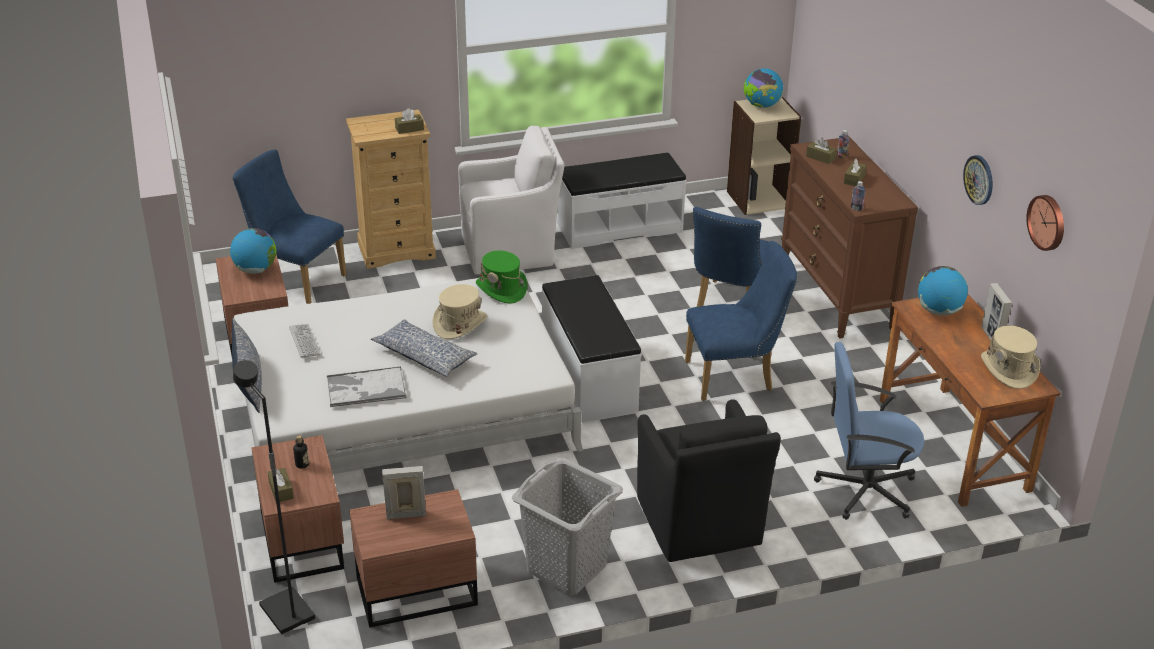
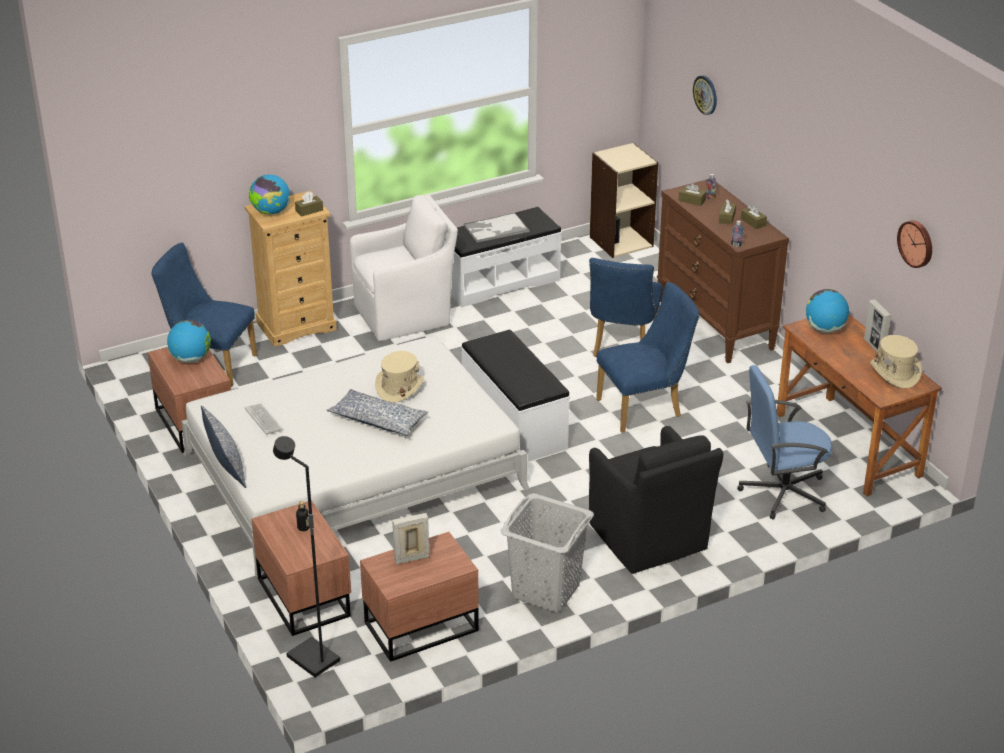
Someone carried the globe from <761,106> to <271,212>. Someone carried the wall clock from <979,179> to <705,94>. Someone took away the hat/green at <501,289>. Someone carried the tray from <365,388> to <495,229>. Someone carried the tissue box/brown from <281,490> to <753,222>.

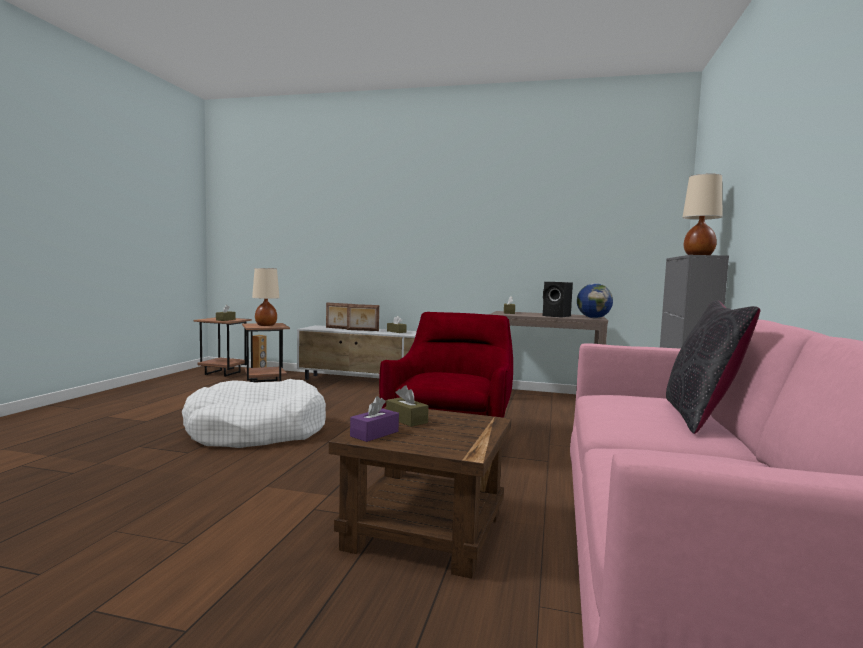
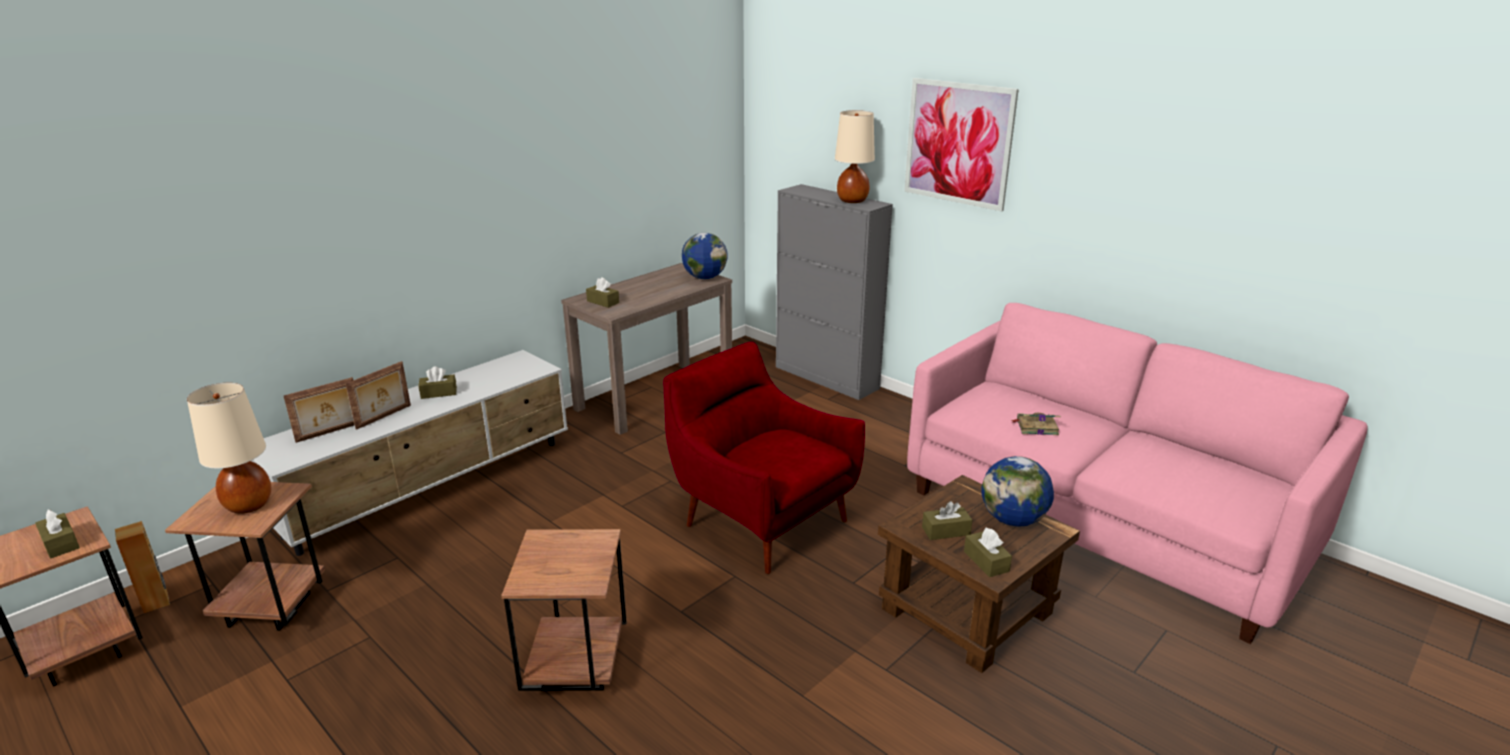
Someone took away the speaker/black at <557,316>. Someone took away the pillow/black at <701,417>. Someone swapped the dog bed/white at <256,431> for the side table/brown at <575,670>. Someone repainted the tissue box/purple at <374,434>, which became the tissue box/brown at <986,561>. Someone put up the picture at <958,143>. Someone put down the book at <1036,427>. Someone put down the globe at <1013,520>.

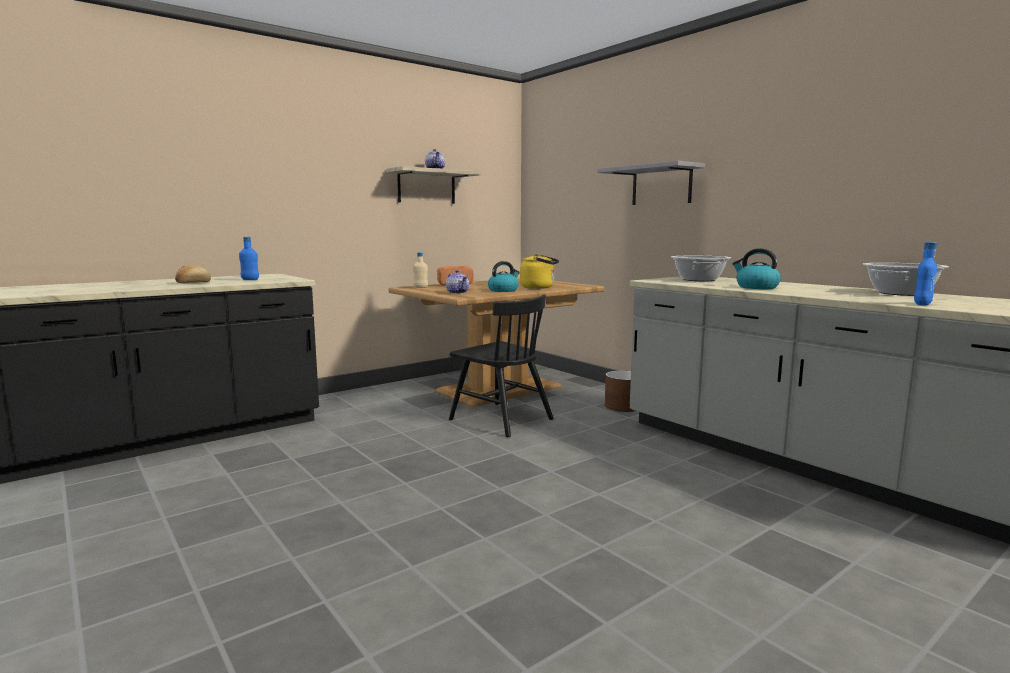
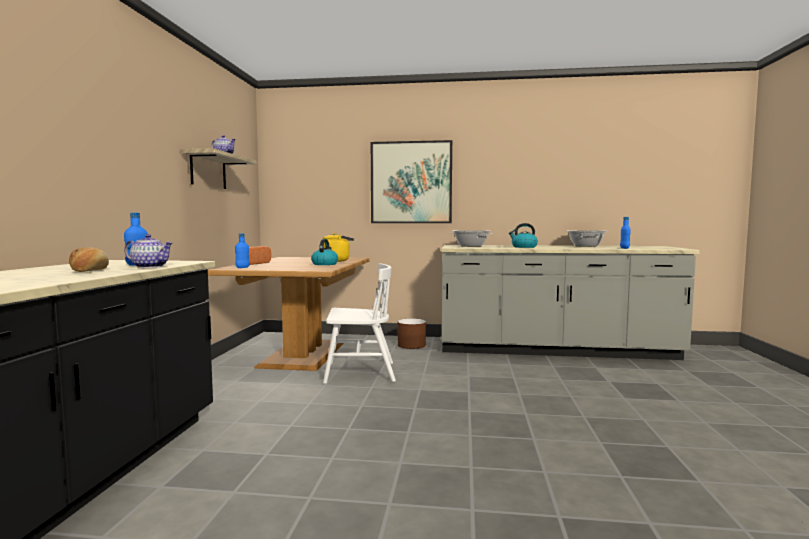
Someone swapped the shelf/grey at <661,185> for the picture at <411,182>. Someone repainted the bottle/beige at <420,287>, which became the bottle/blue at <242,267>. Someone carried the teapot from <457,292> to <149,267>. Someone repainted the chair/black at <500,419>, which became the chair/white at <359,372>.

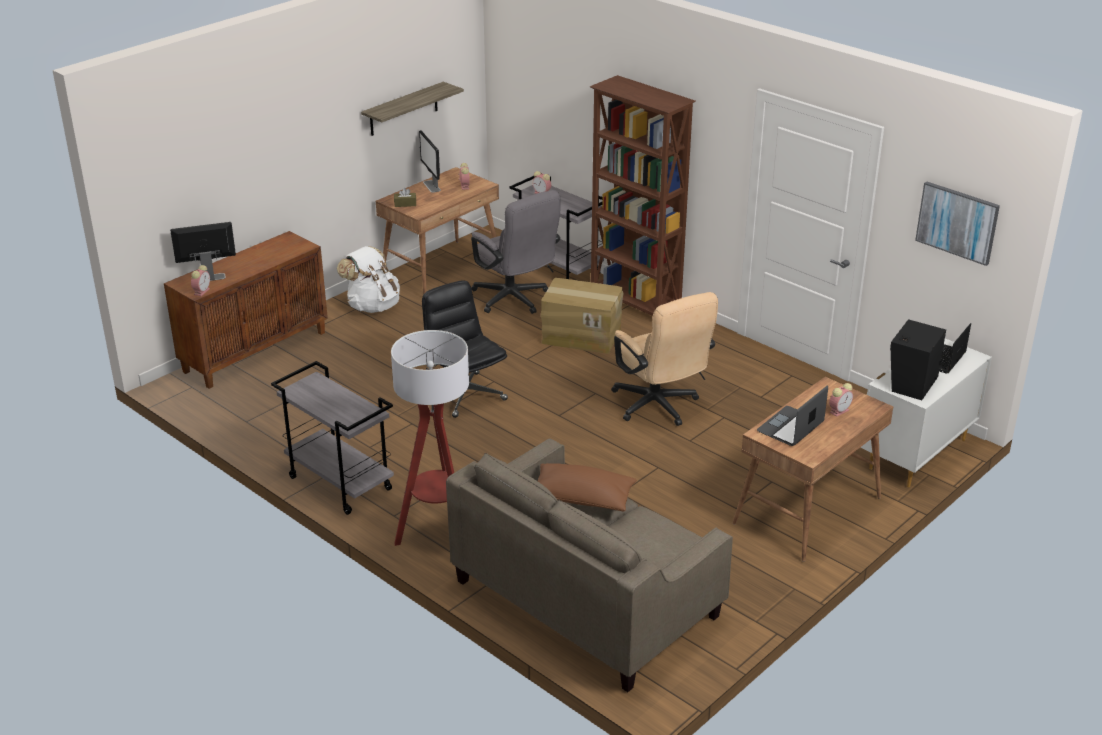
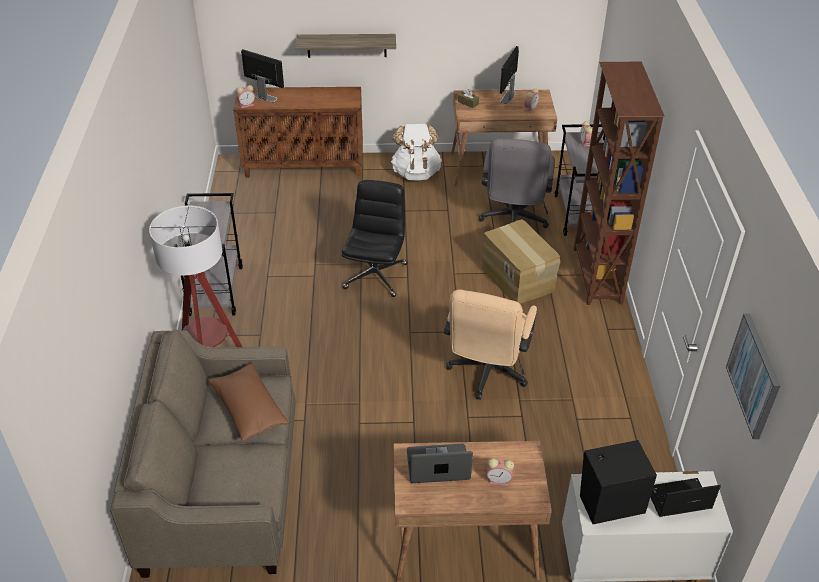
Someone carried the shelf from <403,109> to <346,45>.

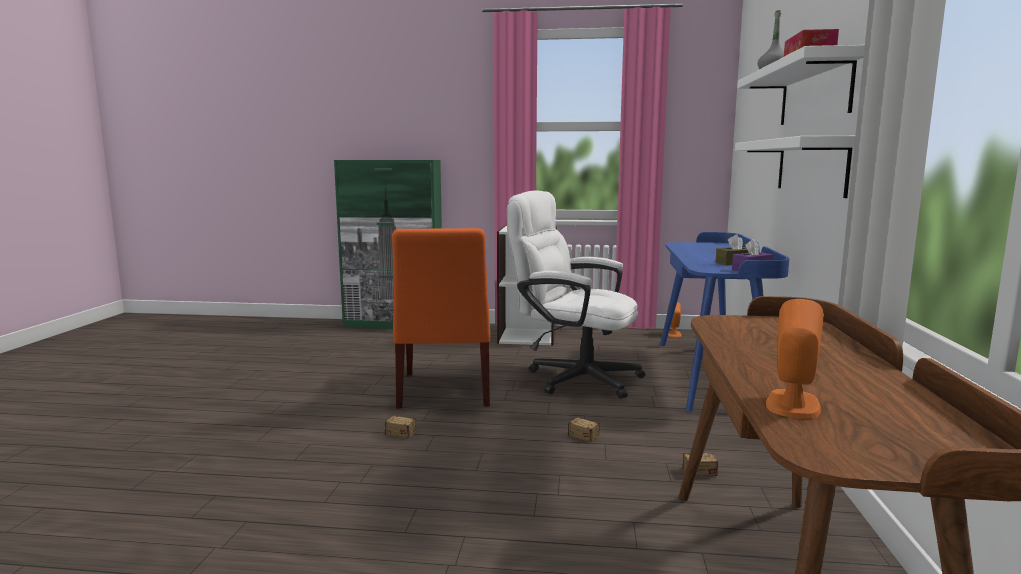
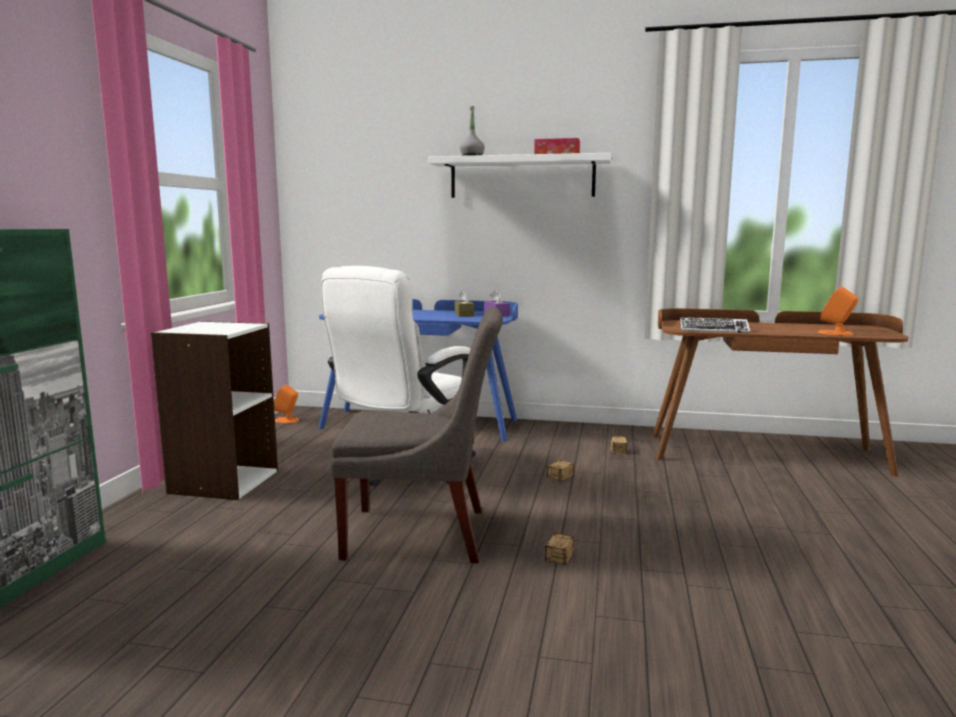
Someone took away the shelf/white at <810,166>. Someone repainted the chair/orange at <443,391>, which became the chair/grey at <424,534>. Someone put down the keyboard at <713,330>.

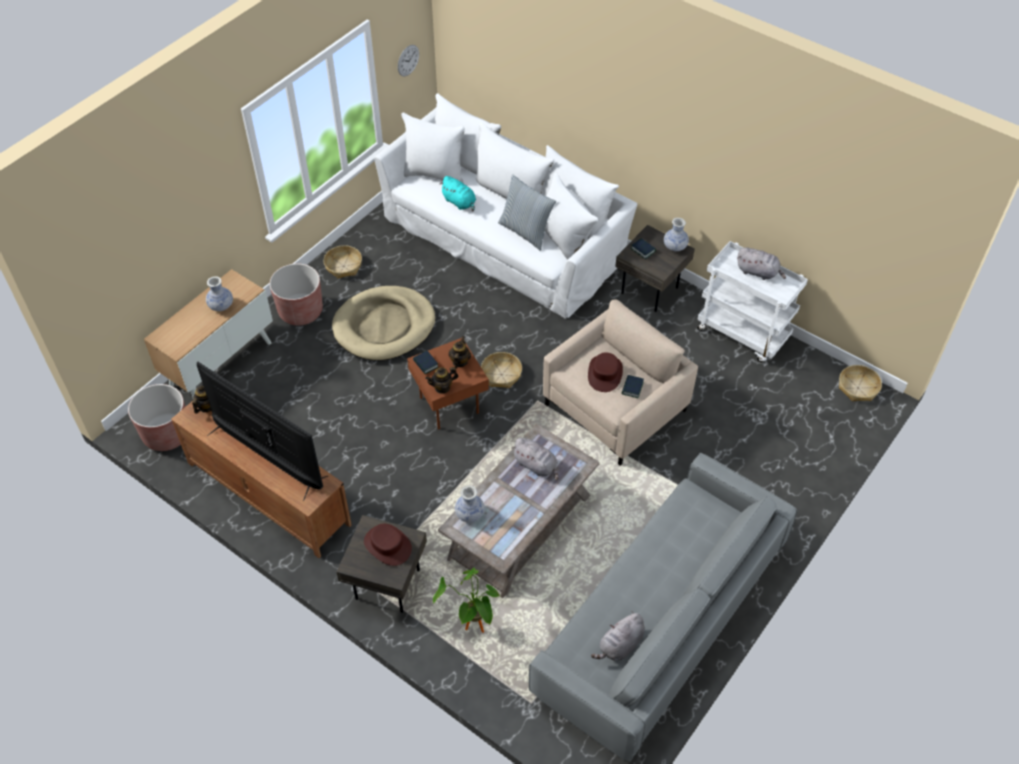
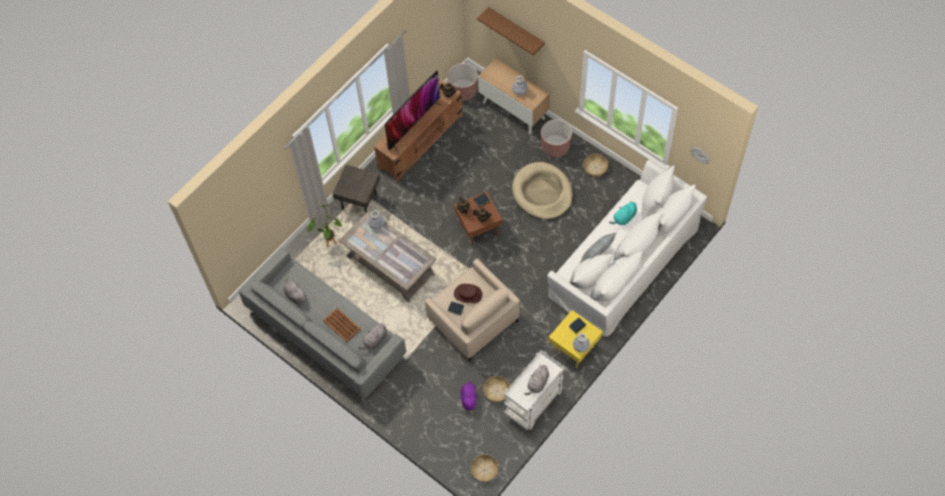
Someone repainted the side table/grey at <651,290>, which became the side table/yellow at <574,350>. Someone carried the basket from <501,375> to <496,391>. Someone carried the plush toy/grey from <536,466> to <375,341>. Someone took away the hat/brown at <387,545>. Someone put up the shelf/brown at <516,29>. Someone put down the tray/brown at <342,325>. Someone put down the plush toy/purple at <468,398>.

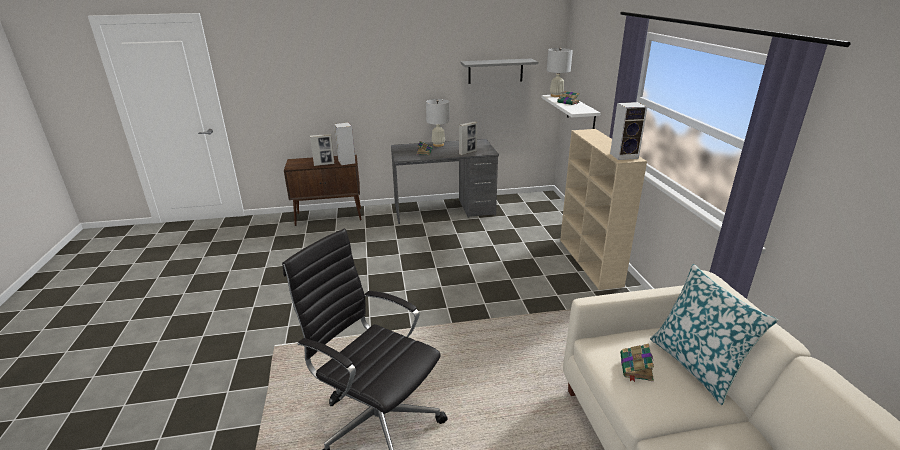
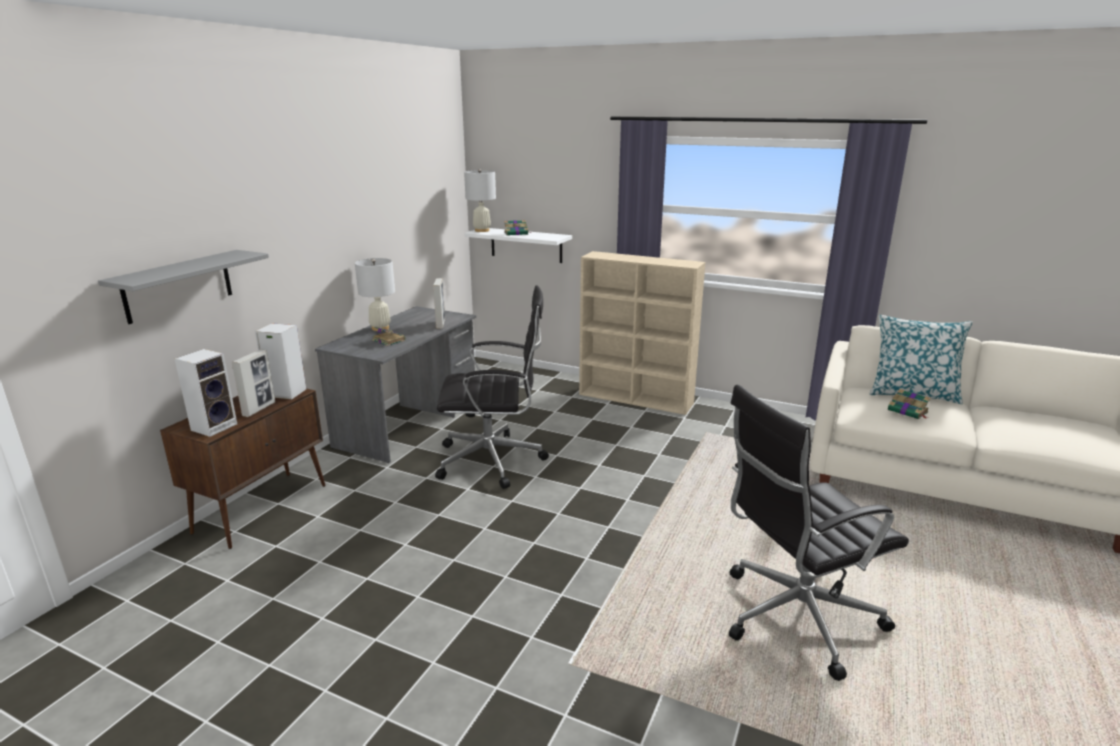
Someone carried the shelf/grey from <495,71> to <178,286>. Someone carried the speaker from <624,156> to <215,426>. Someone put down the office chair/black at <494,460>.

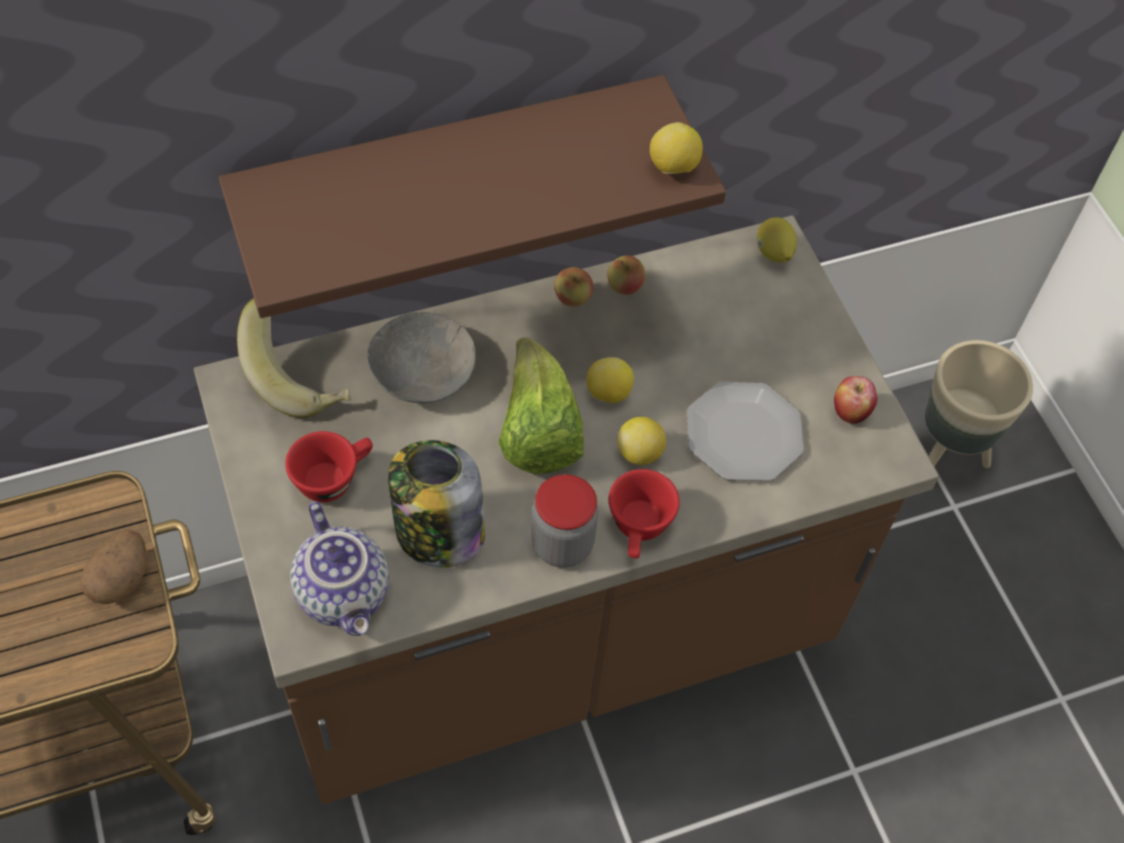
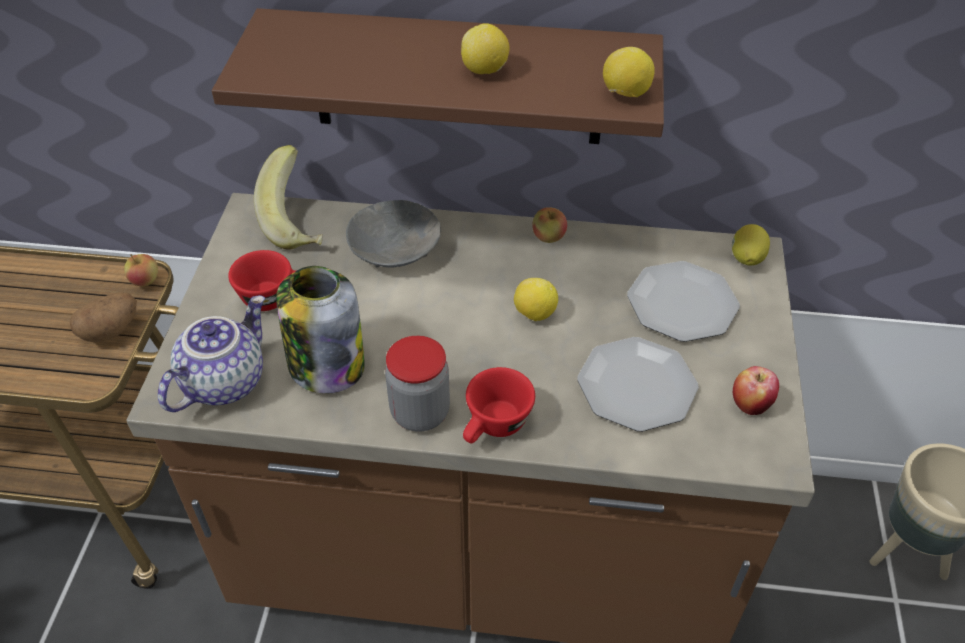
Someone carried the apple from <624,287> to <145,281>. Someone took away the lettuce at <537,433>. Someone carried the lemon from <640,453> to <485,71>. Someone rotated the teapot at <346,593> by 150 degrees counterclockwise. Someone put down the plate at <683,304>.

